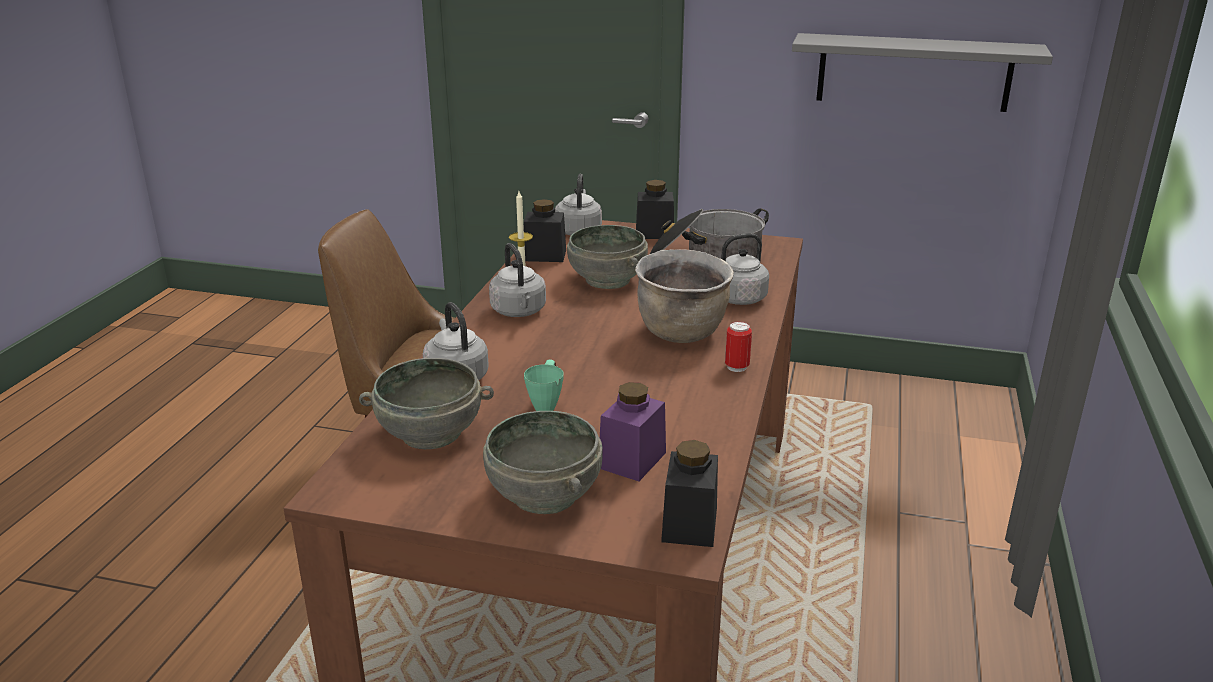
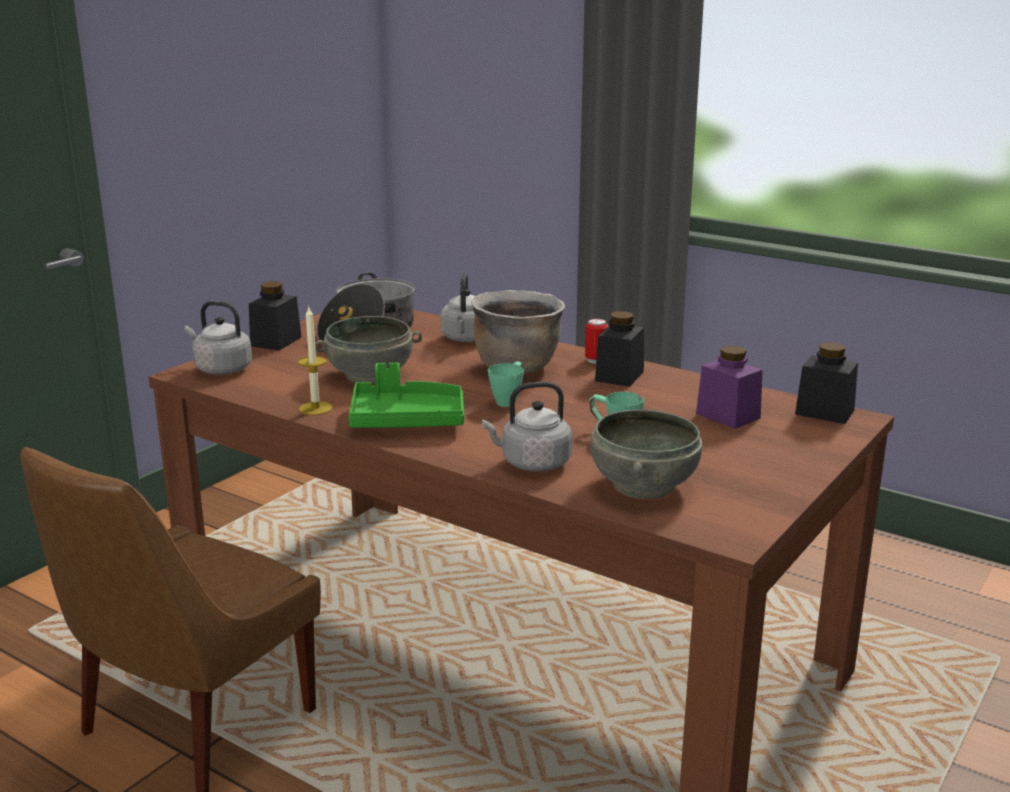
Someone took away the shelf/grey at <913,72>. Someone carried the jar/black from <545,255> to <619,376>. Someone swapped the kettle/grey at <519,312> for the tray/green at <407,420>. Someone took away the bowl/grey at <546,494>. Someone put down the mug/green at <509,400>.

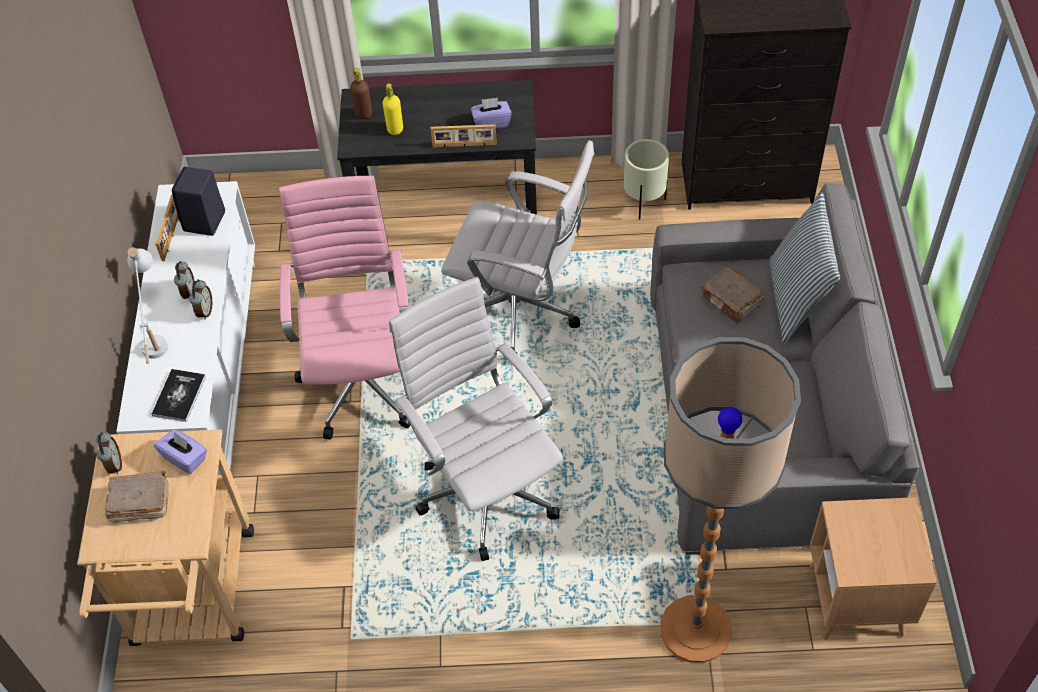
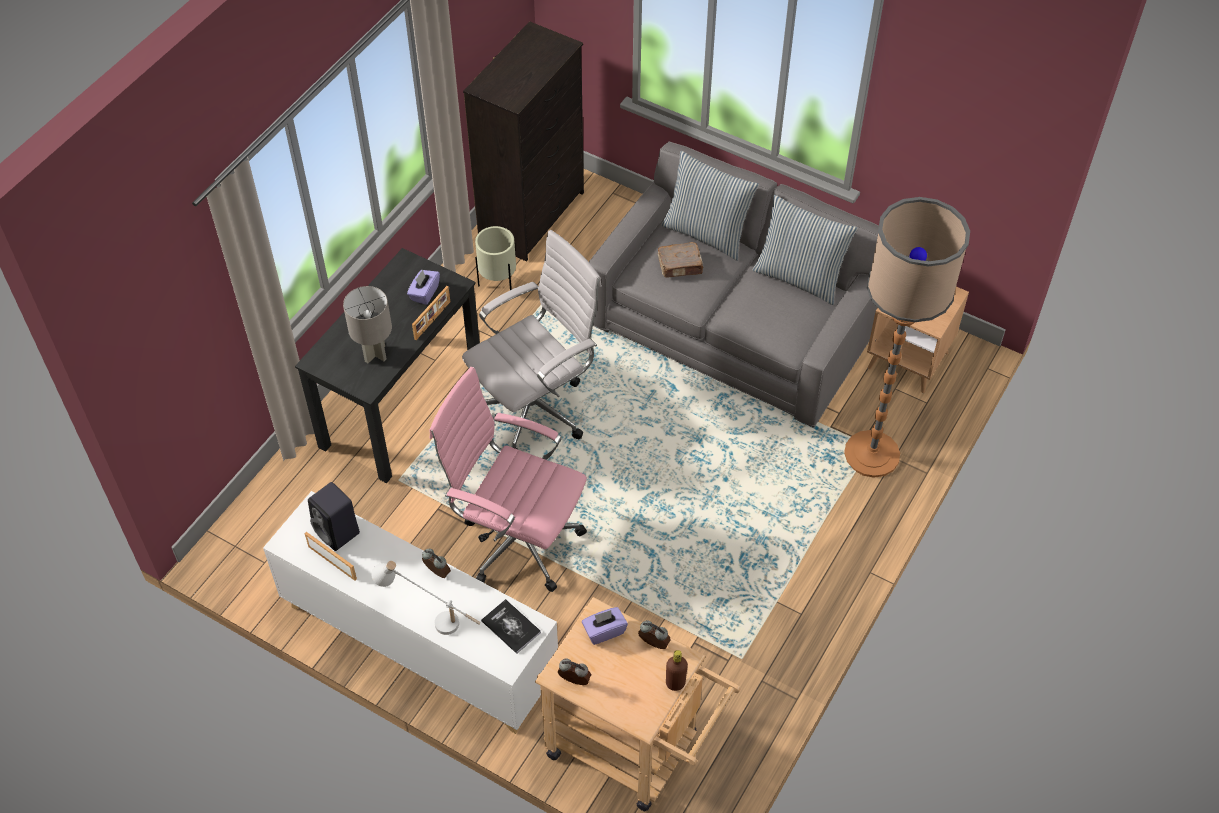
Someone carried the bottle/brown from <364,114> to <675,683>. Someone swapped the bottle/yellow at <395,129> for the table lamp/grey at <375,353>. Someone carried the alarm clock from <188,293> to <653,645>. Someone took away the office chair/white at <485,489>. Someone took away the book/brown at <139,503>. Someone put down the pillow at <799,277>.

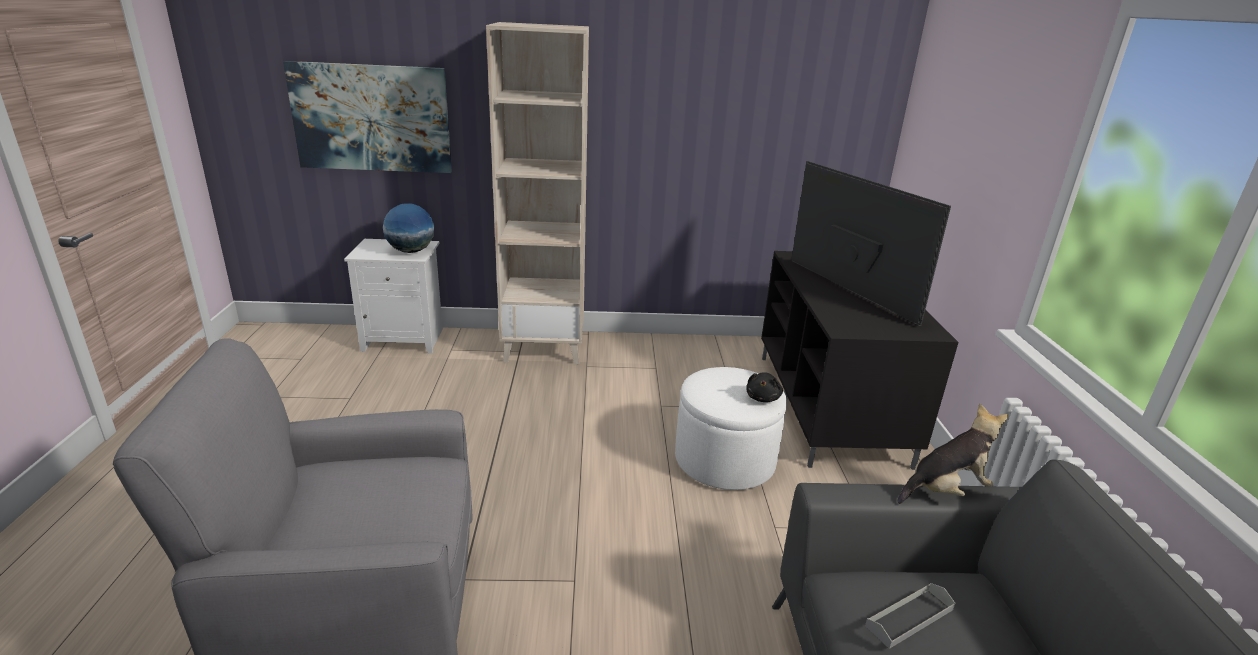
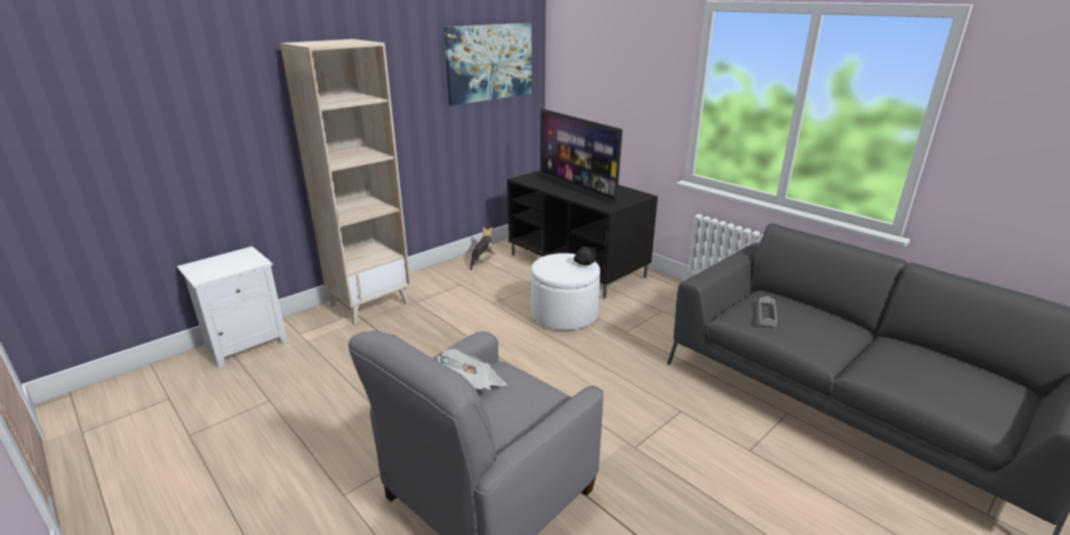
Someone carried the picture from <371,118> to <489,62>. Someone rotated the television at <846,290> by 150 degrees counterclockwise. Someone took away the globe at <411,251>. Someone carried the plush toy from <945,490> to <482,261>. Someone put down the newspaper at <473,384>.

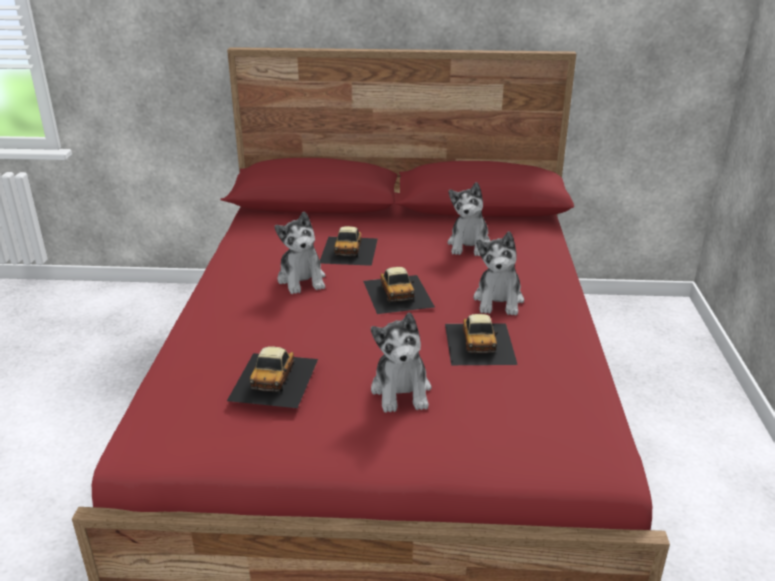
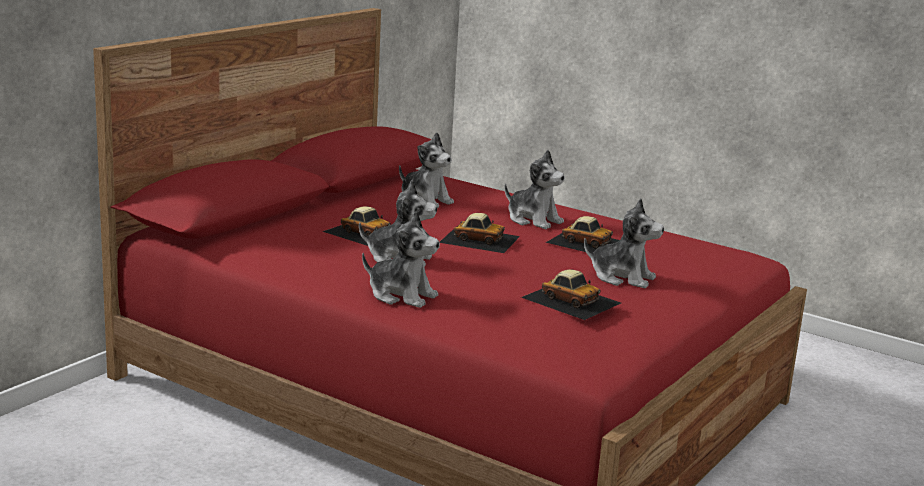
Someone put down the plush toy at <401,295>.

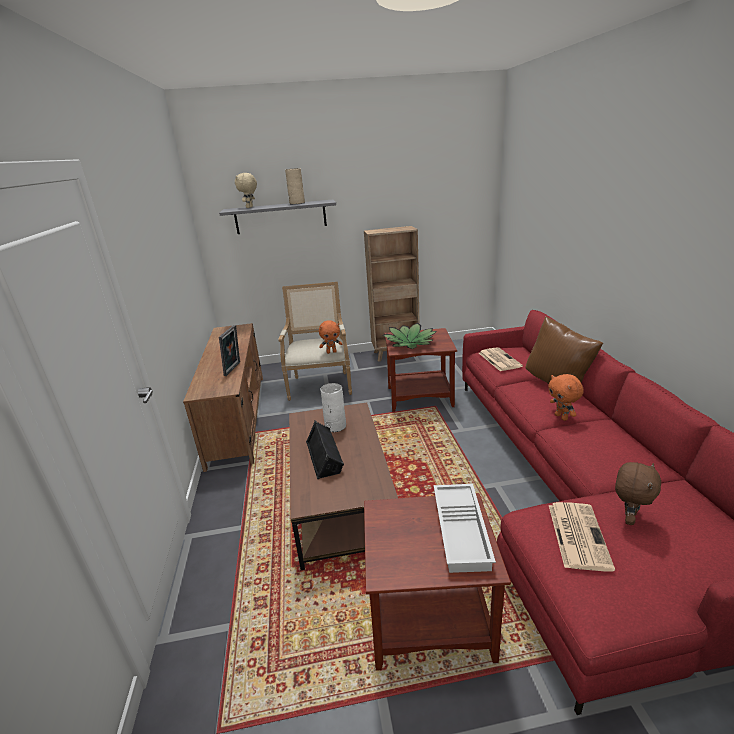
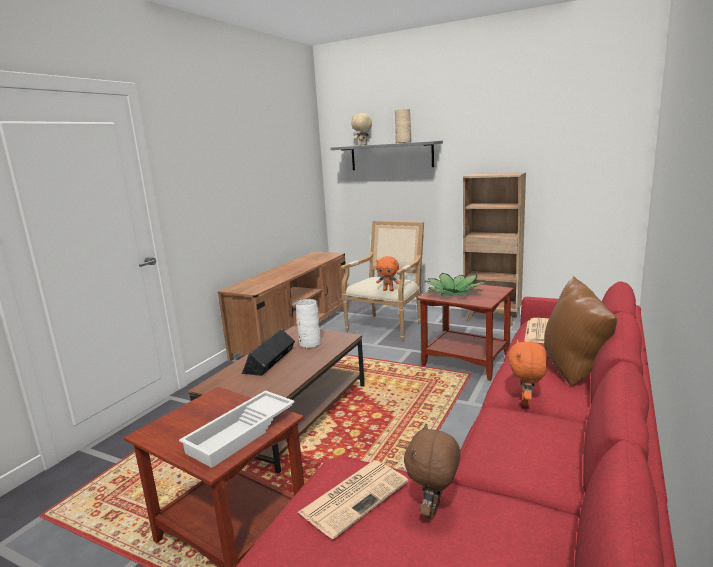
Someone took away the picture frame at <234,369>. Someone rotated the plush toy/brown at <628,518> by 135 degrees clockwise.

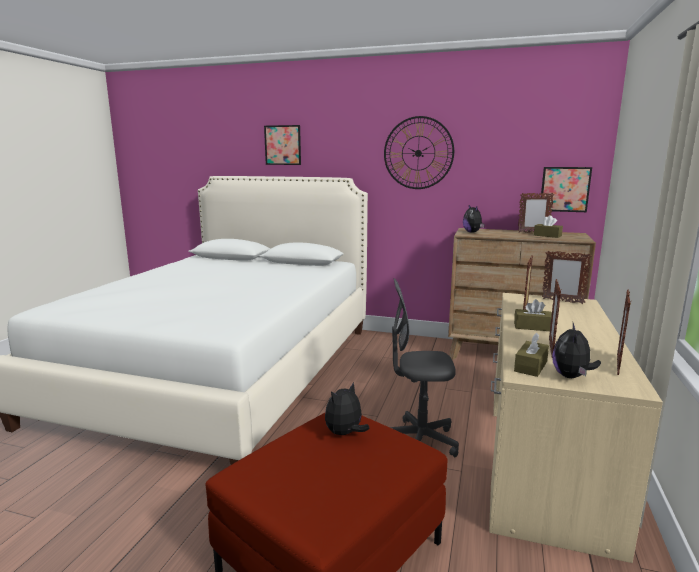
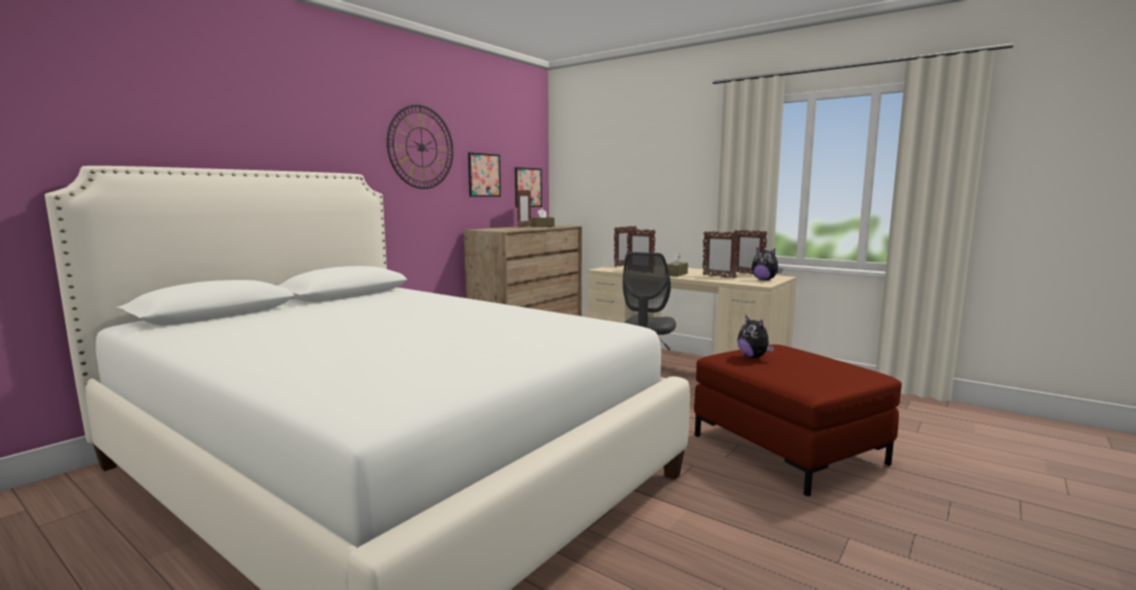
Someone carried the picture from <282,145> to <484,175>. Someone took away the plush toy at <472,232>. Someone took away the tissue box/brown at <530,366>.

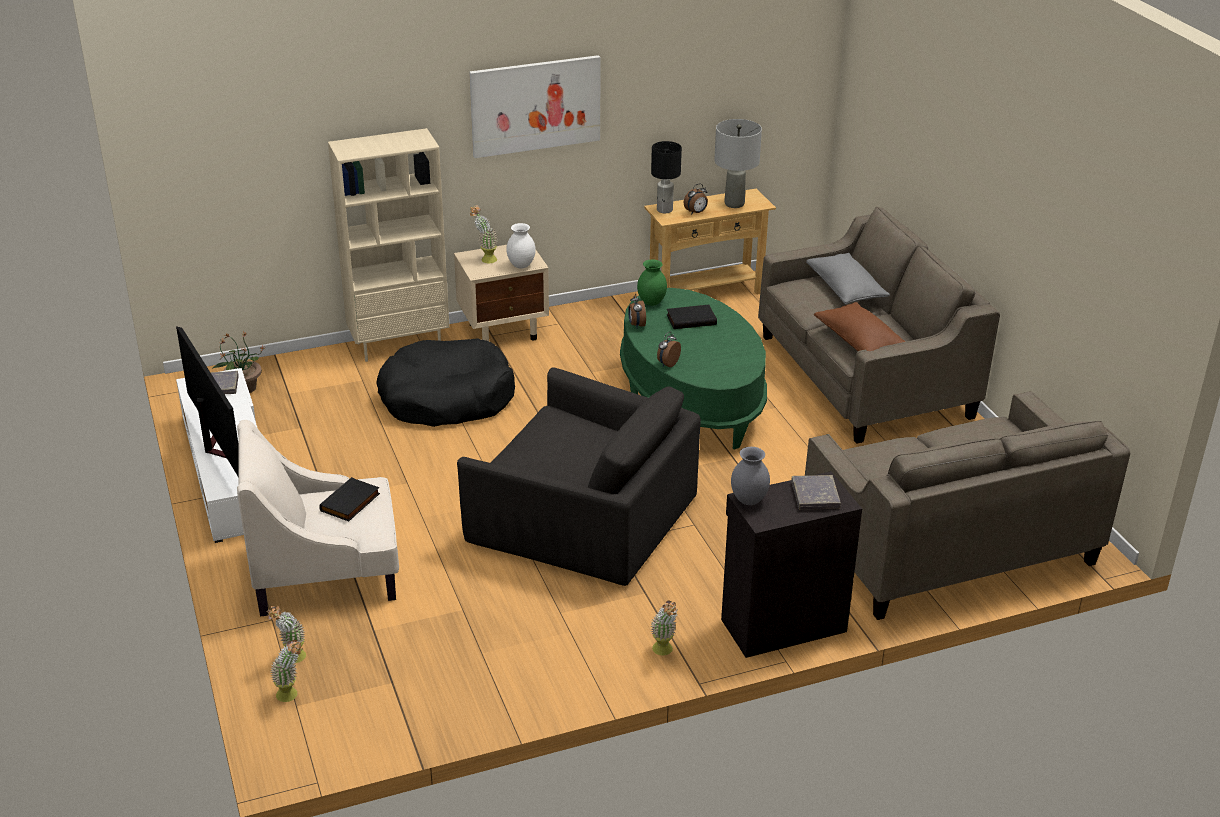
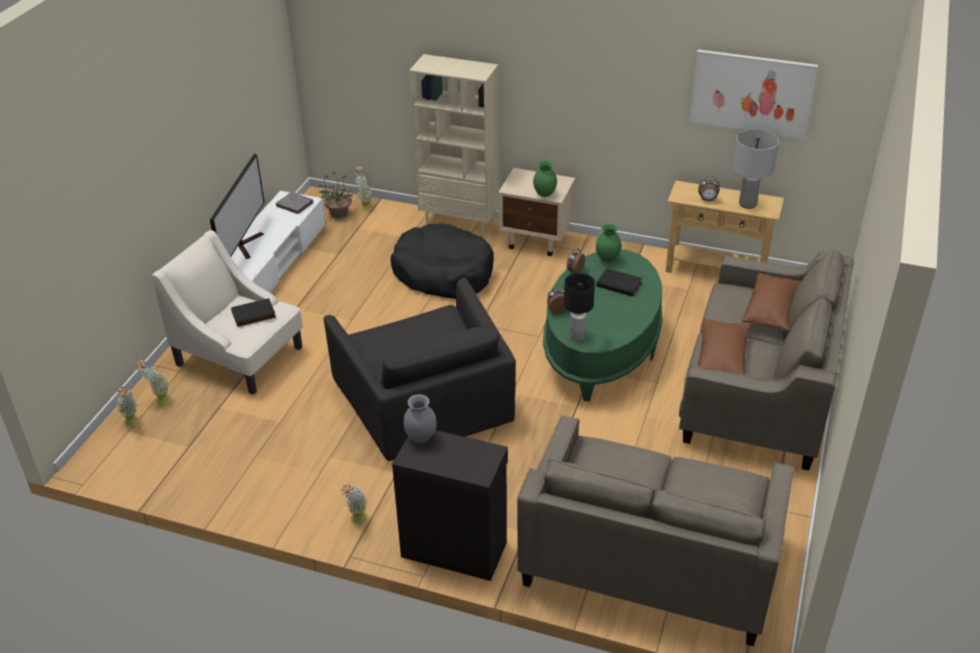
Someone carried the picture from <535,105> to <751,93>. Someone carried the table lamp/black from <665,210> to <577,336>. Someone carried the potted plant from <485,259> to <364,207>. Someone repainted the vase/white at <521,265>, which became the vase/green at <545,194>. Someone repainted the pillow/grey at <845,290>, which became the pillow/brown at <770,311>. Someone took away the book/grey at <815,496>.

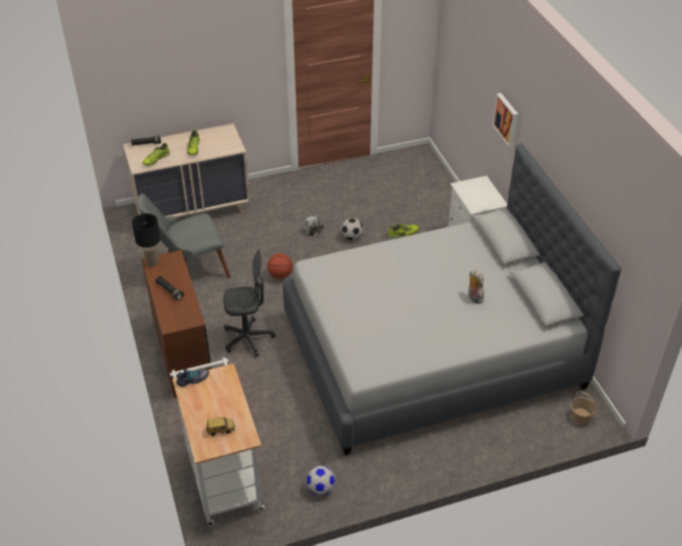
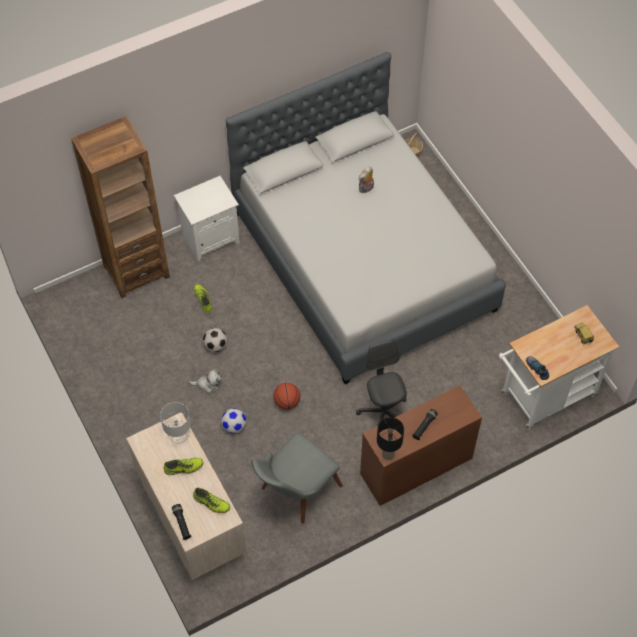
Someone took away the picture at <507,119>. Someone rotated the chair/grey at <189,269> by 75 degrees clockwise. Someone carried the football from <321,488> to <234,426>. Someone put down the bookcase/brown at <136,271>. Someone put down the table lamp/grey at <178,437>.

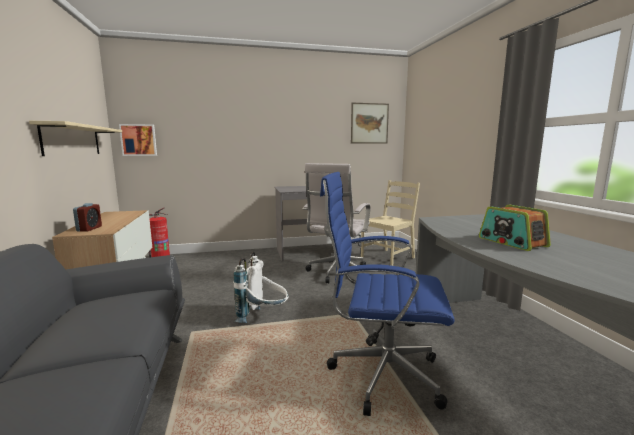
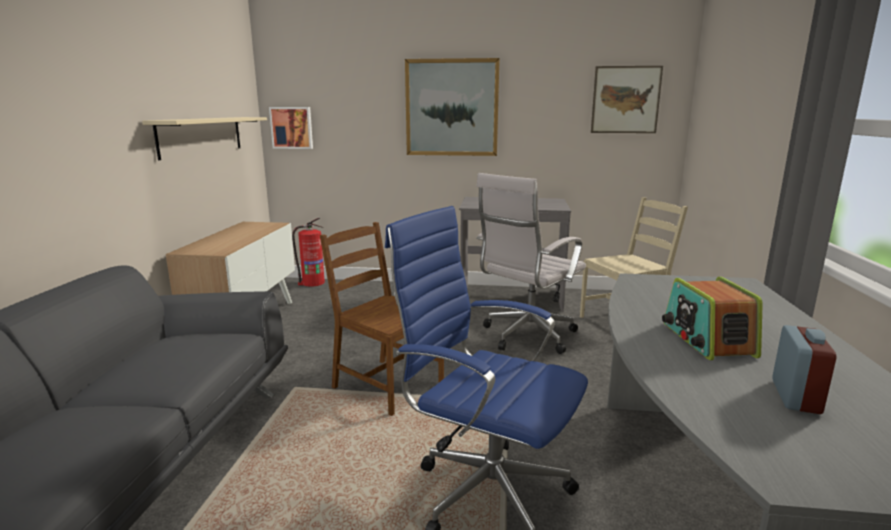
Someone carried the alarm clock from <89,229> to <795,397>. Someone swapped the backpack/white at <263,318> for the chair/brown at <386,385>. Someone put up the picture at <451,108>.

